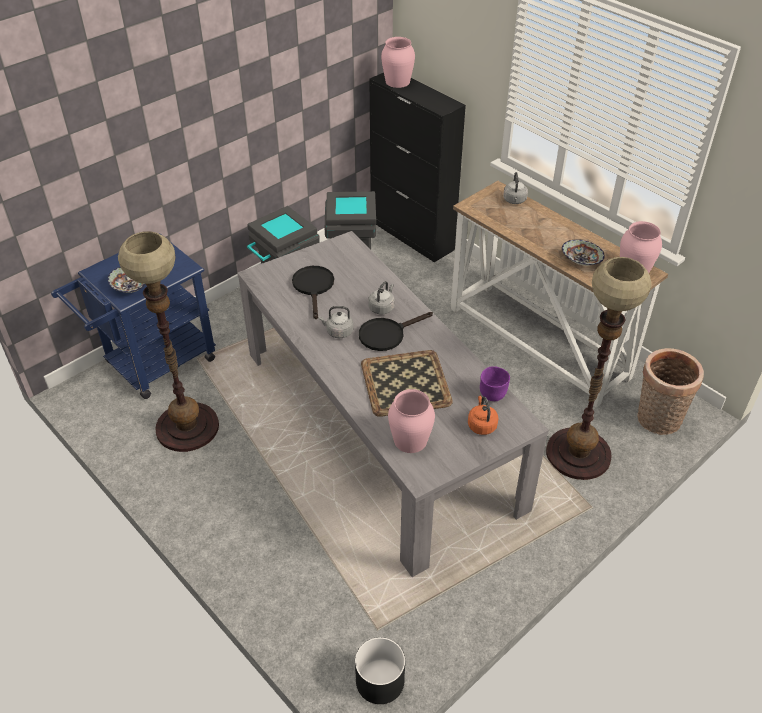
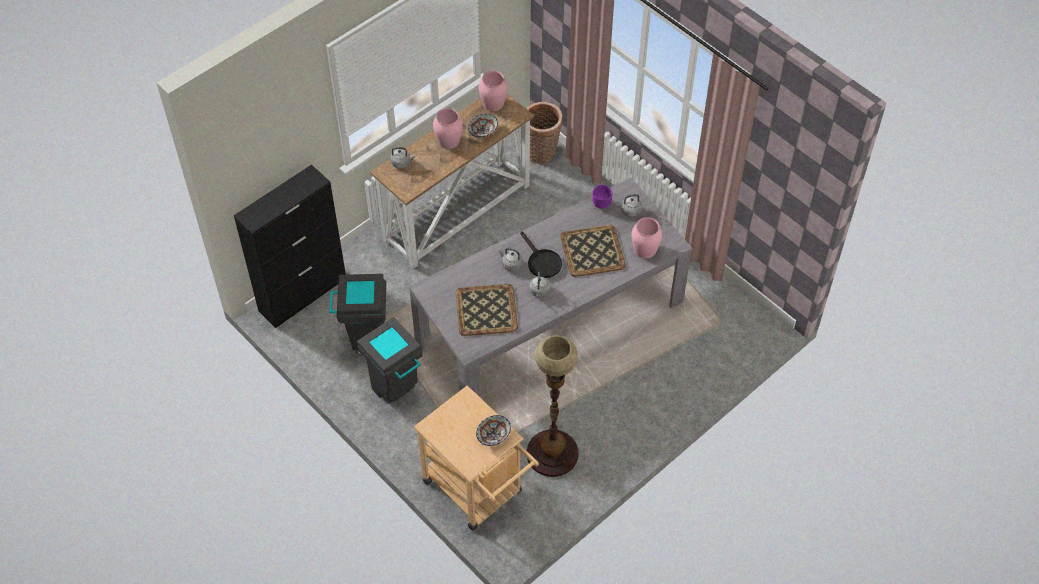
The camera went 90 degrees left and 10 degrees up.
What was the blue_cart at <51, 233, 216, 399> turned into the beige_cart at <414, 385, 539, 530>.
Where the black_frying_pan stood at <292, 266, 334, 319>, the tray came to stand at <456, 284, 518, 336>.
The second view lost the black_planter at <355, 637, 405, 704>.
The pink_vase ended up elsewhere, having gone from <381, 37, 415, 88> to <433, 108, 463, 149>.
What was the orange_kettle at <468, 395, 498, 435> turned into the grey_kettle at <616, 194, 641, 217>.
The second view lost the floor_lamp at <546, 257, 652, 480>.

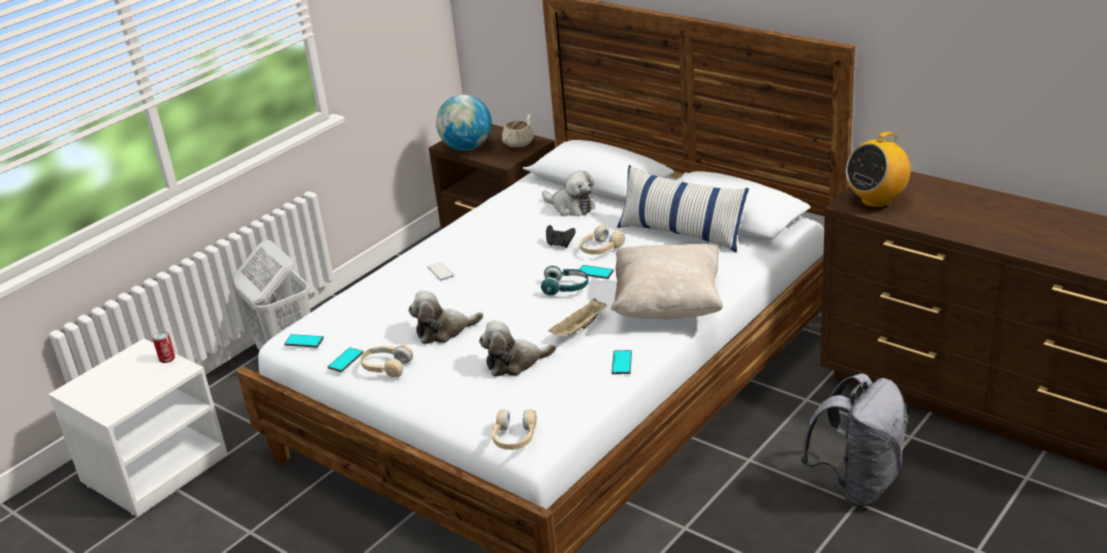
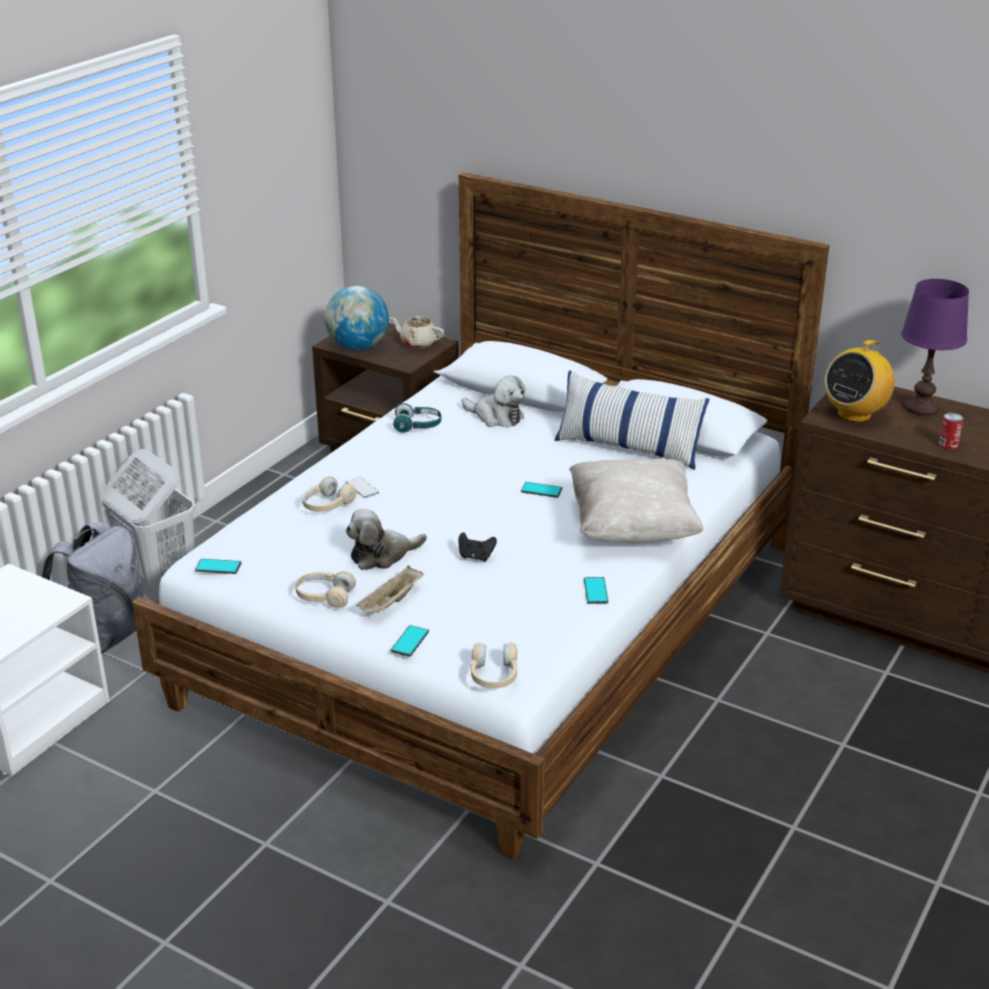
The camera went 10 degrees left and 0 degrees up.
The can ended up elsewhere, having gone from <152, 332, 175, 363> to <939, 413, 963, 450>.
The phone ended up elsewhere, having gone from <328, 347, 364, 372> to <391, 625, 429, 657>.
The second view lost the plush_toy at <479, 320, 557, 376>.
The beige_teapot at <502, 114, 534, 148> ended up facing another way, 90 degrees counterclockwise from before.
The turquoise_headphones ended up elsewhere, having gone from <541, 266, 588, 296> to <393, 403, 441, 433>.
The black_game_controller ended up elsewhere, having gone from <546, 225, 576, 248> to <458, 532, 497, 562>.
The beige_tray ended up elsewhere, having gone from <548, 298, 607, 337> to <356, 566, 424, 613>.
The beige_headphones ended up elsewhere, having gone from <580, 225, 625, 254> to <302, 476, 357, 512>.
The grey_backpack ended up elsewhere, having gone from <800, 373, 908, 507> to <42, 522, 143, 654>.
The second view gained the purple_table_lamp at <901, 279, 969, 416>.

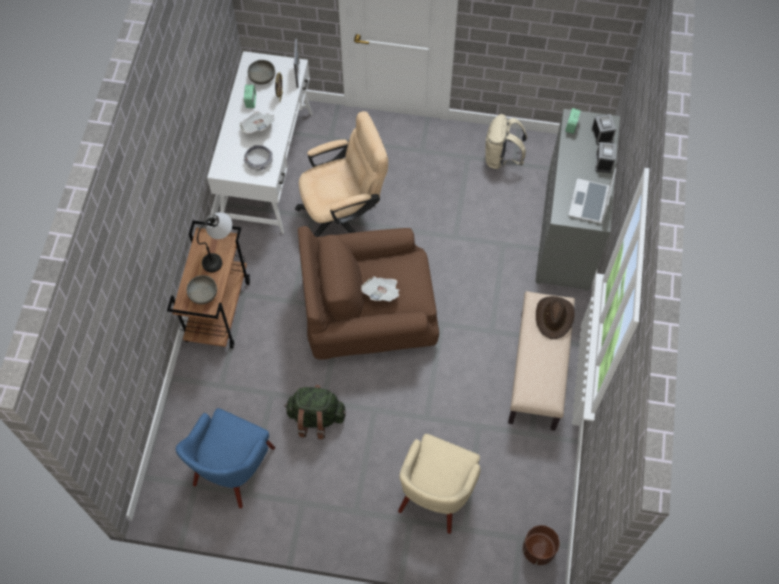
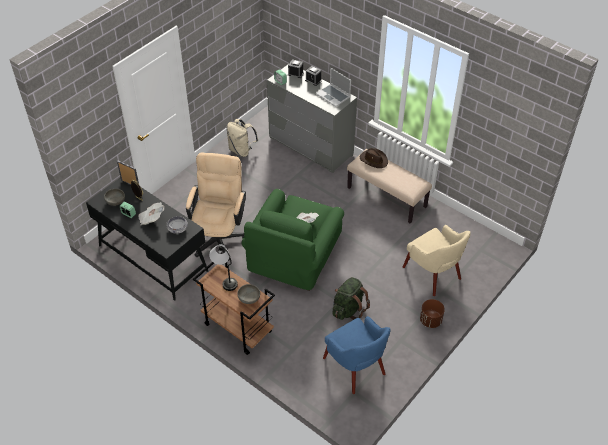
The camera went 60 degrees left and 15 degrees down.
What was the white_desk at <207, 51, 313, 234> turned into the black_desk at <86, 177, 208, 300>.
What was the brown_armchair at <298, 226, 439, 360> turned into the green_armchair at <242, 189, 344, 291>.
The brown_planter ended up elsewhere, having gone from <523, 525, 560, 565> to <420, 299, 445, 328>.

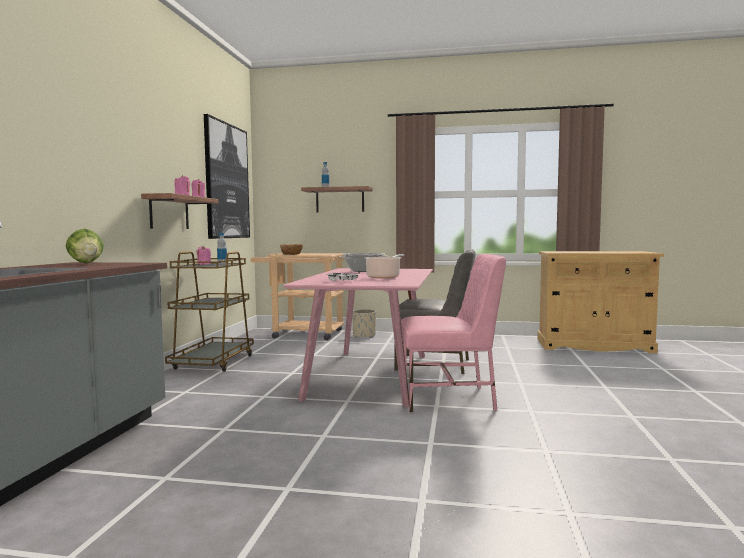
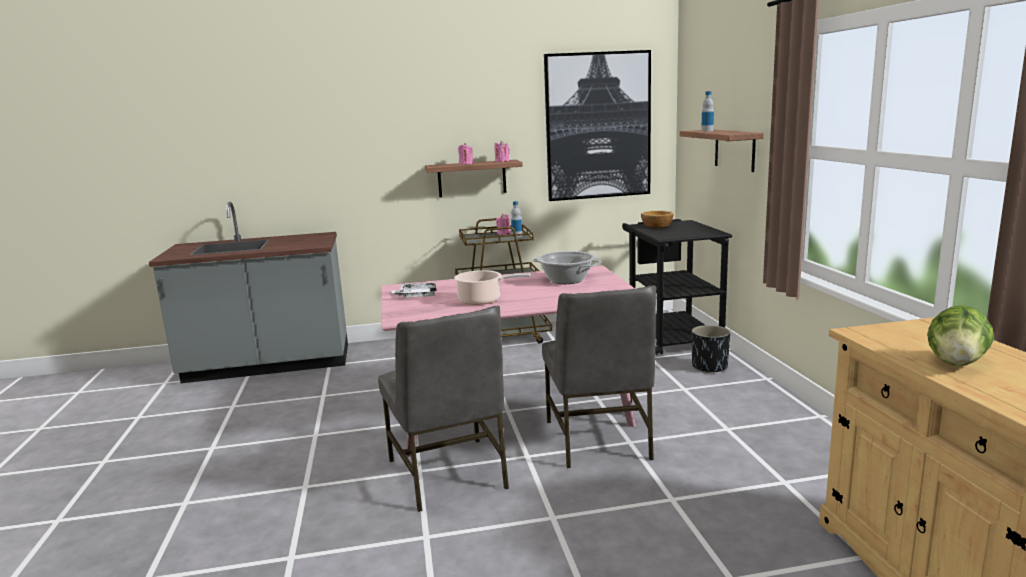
The camera went 70 degrees right and 10 degrees up.
The lettuce ended up elsewhere, having gone from <66, 229, 104, 263> to <927, 305, 994, 366>.
What was the beige_cart at <250, 253, 345, 340> turned into the black_cart at <622, 219, 732, 355>.
What was the beige_planter at <352, 309, 376, 338> turned into the black_planter at <692, 325, 730, 373>.
What was the pink_chair at <401, 253, 506, 413> turned into the grey_chair at <378, 305, 509, 512>.

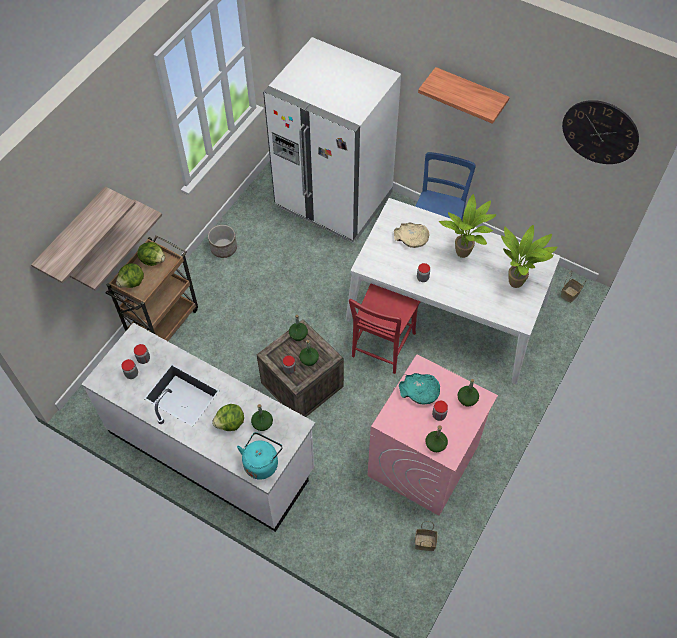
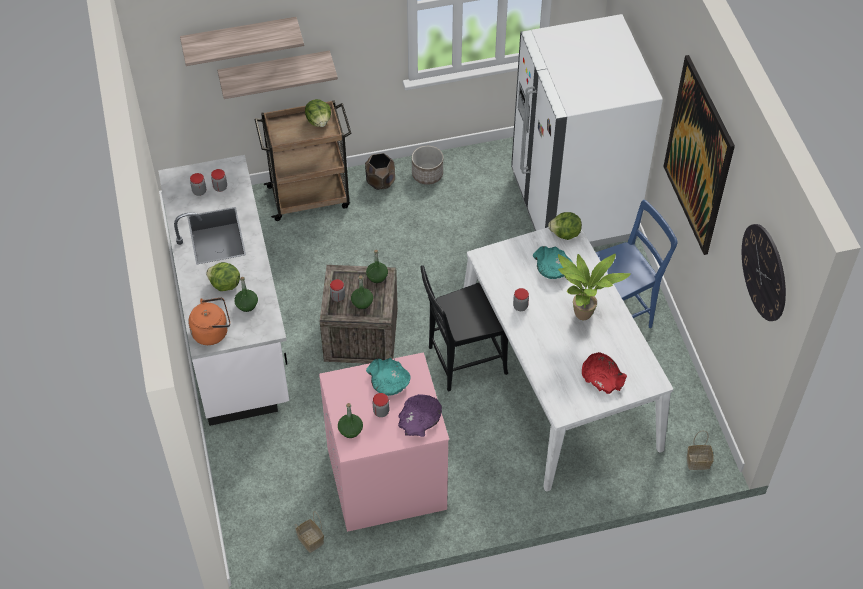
The camera went 45 degrees right and 5 degrees down.
The lettuce ended up elsewhere, having gone from <116, 263, 144, 288> to <548, 212, 582, 240>.
What was the turquoise_kettle at <237, 432, 283, 480> turned into the orange_kettle at <188, 298, 230, 345>.
What was the red_chair at <349, 283, 421, 374> turned into the black_chair at <420, 265, 508, 391>.
What was the beige_bowl at <394, 223, 430, 248> turned into the turquoise_bowl at <533, 246, 573, 279>.
Where the shelf hung at <418, 67, 510, 124>, the picture came to hang at <663, 55, 735, 255>.
Where the green_bottle stood at <457, 379, 479, 407>, the purple_bowl came to stand at <398, 394, 442, 437>.
Where the potted_plant stood at <501, 225, 557, 288>, the red_bowl came to stand at <582, 352, 627, 394>.
The second view gained the brown_planter at <365, 153, 395, 190>.

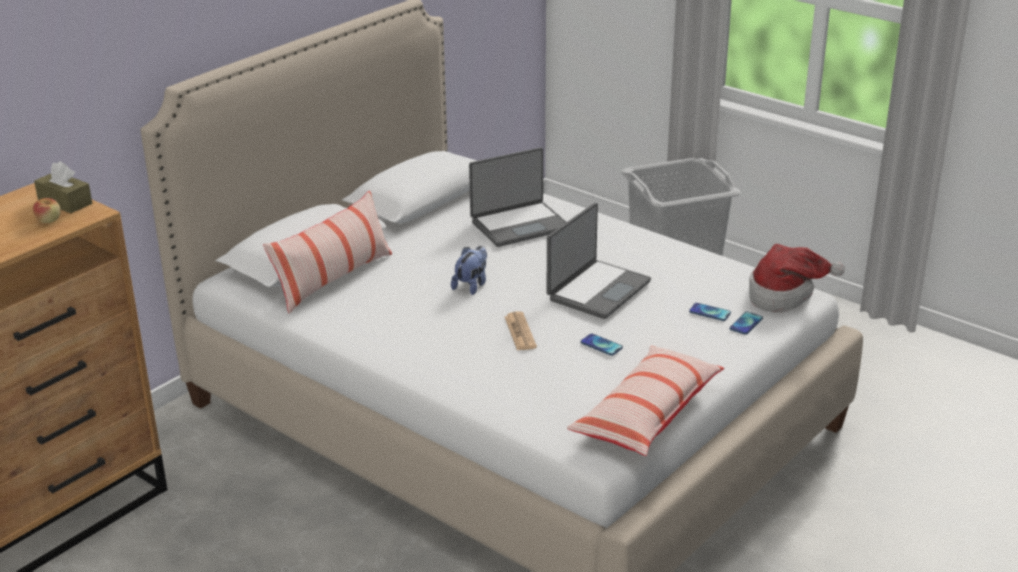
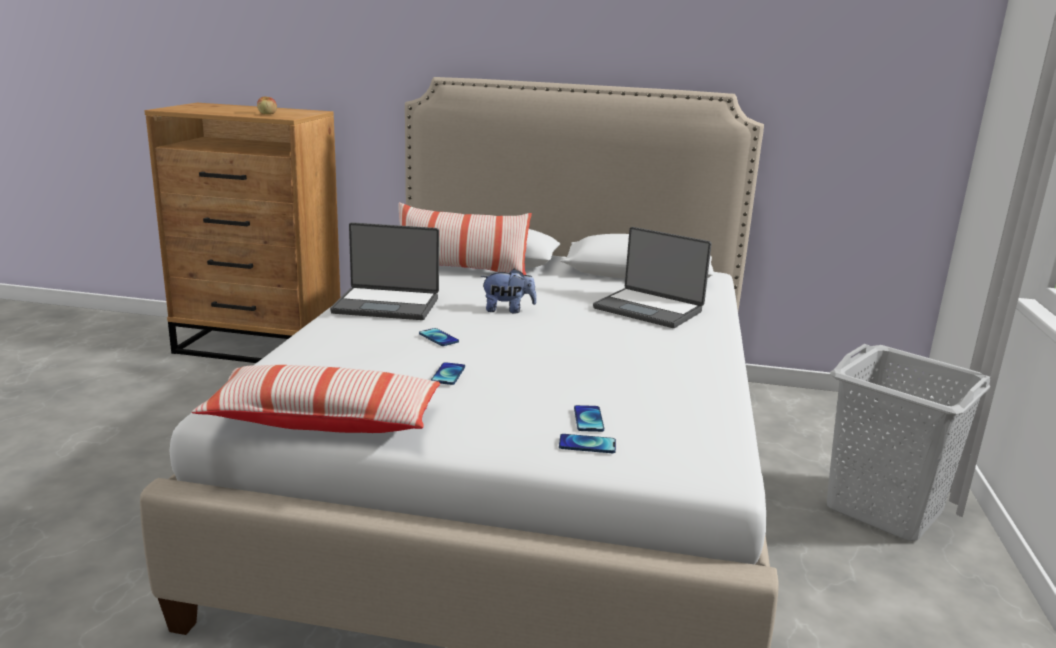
The camera went 60 degrees right and 10 degrees down.
The second view lost the brown_tissue_box at <34, 161, 92, 213>.
Where the newspaper stood at <505, 312, 537, 351>, the phone came to stand at <419, 328, 459, 346>.
The laptop ended up elsewhere, having gone from <547, 203, 651, 319> to <330, 222, 439, 320>.
The second view lost the hat at <749, 244, 845, 312>.

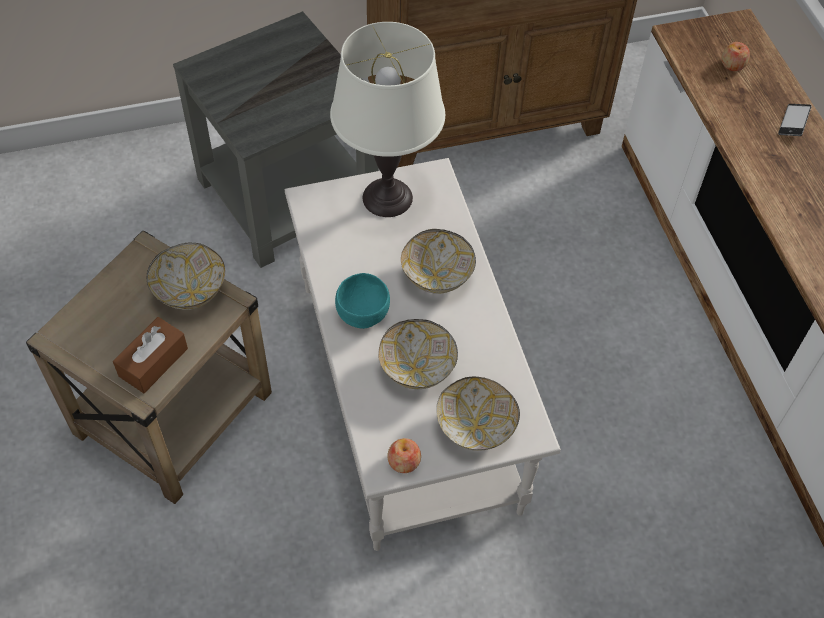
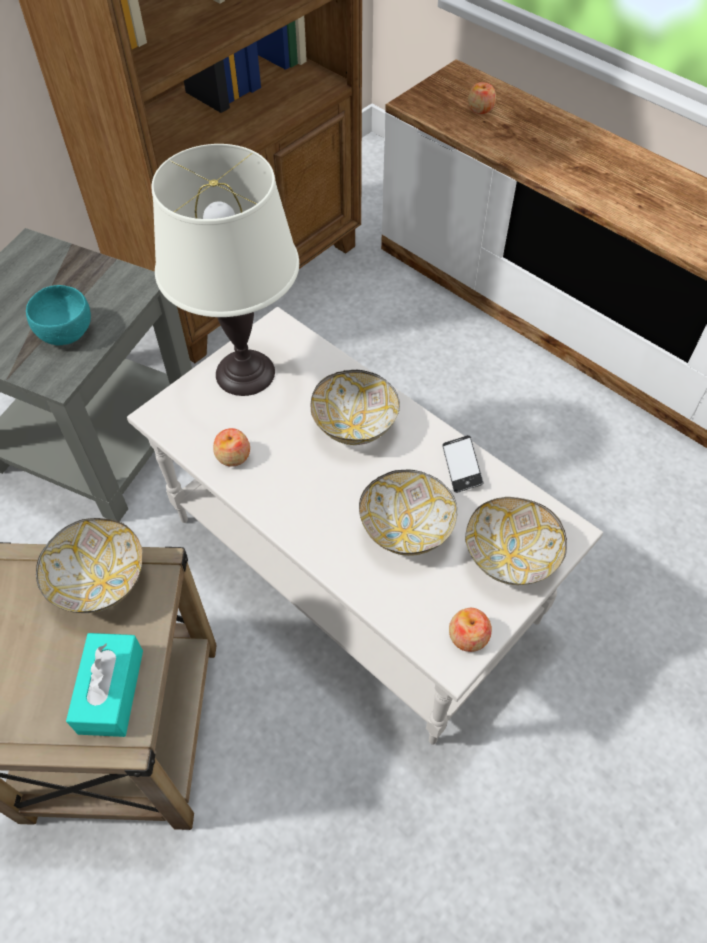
The camera went 30 degrees left and 0 degrees up.
What was the brown_tissue_box at <113, 317, 188, 393> turned into the turquoise_tissue_box at <66, 633, 143, 737>.
The turquoise_bowl ended up elsewhere, having gone from <335, 273, 390, 329> to <26, 285, 91, 345>.
The phone ended up elsewhere, having gone from <778, 104, 811, 136> to <442, 435, 484, 493>.
The second view gained the apple at <213, 428, 250, 467>.

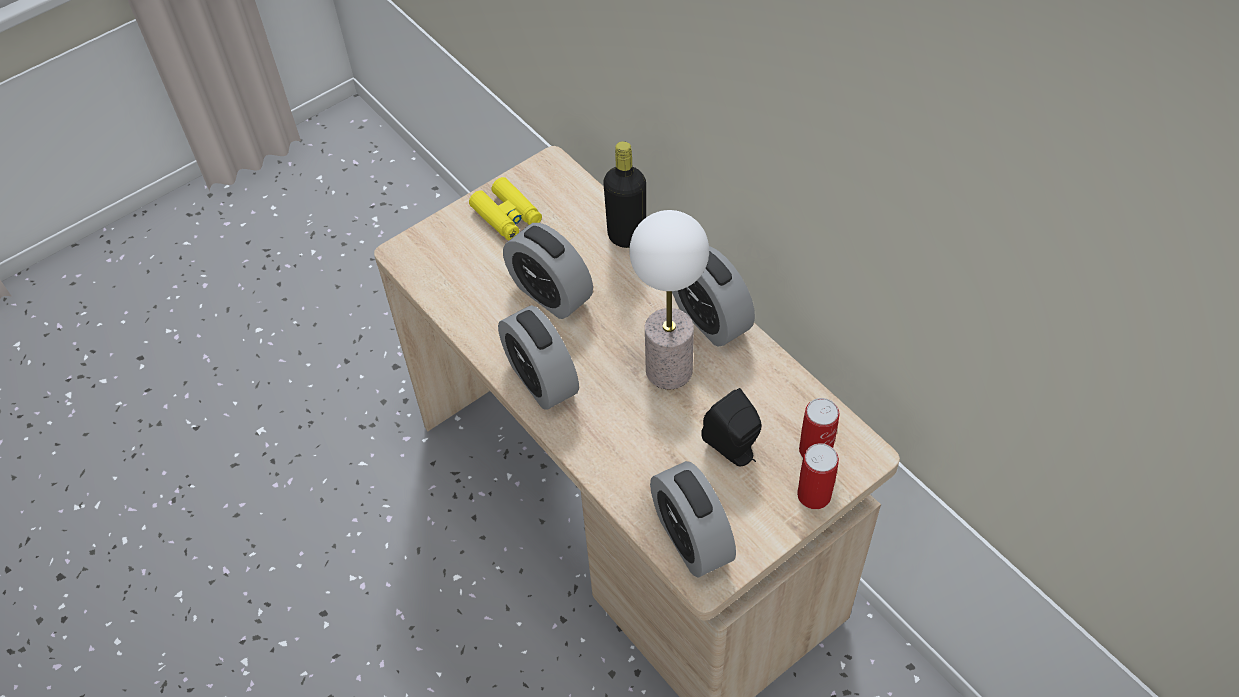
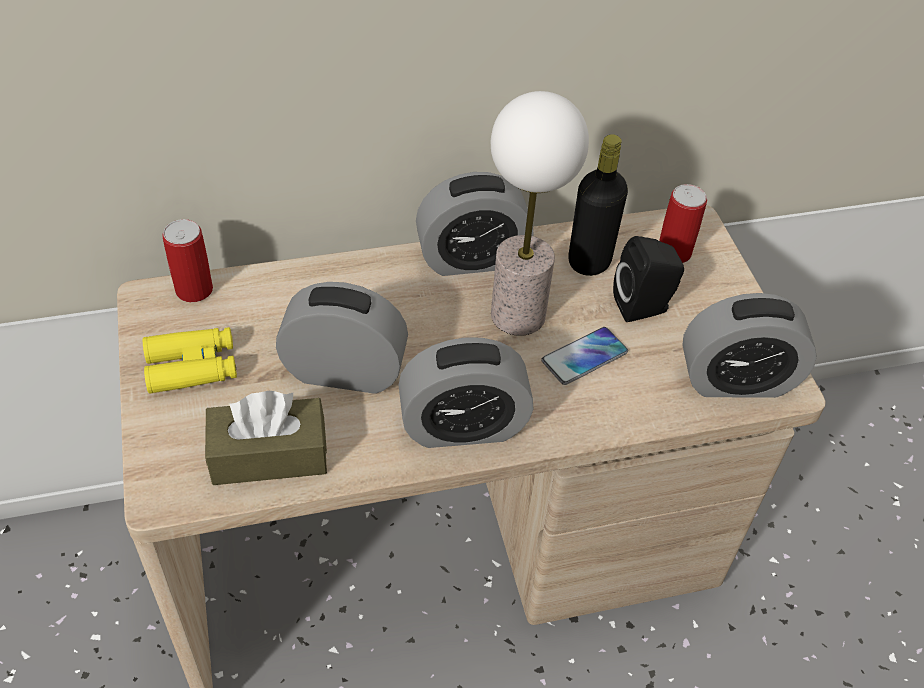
The camera went 70 degrees left and 5 degrees down.
The alarm_clock at <503, 223, 593, 319> ended up facing another way, 150 degrees counterclockwise from before.
The black_bottle ended up elsewhere, having gone from <603, 141, 646, 248> to <569, 134, 628, 276>.
The can ended up elsewhere, having gone from <797, 443, 839, 509> to <162, 219, 213, 302>.
The second view gained the brown_tissue_box at <205, 391, 327, 485>.
The second view gained the phone at <541, 327, 628, 385>.

